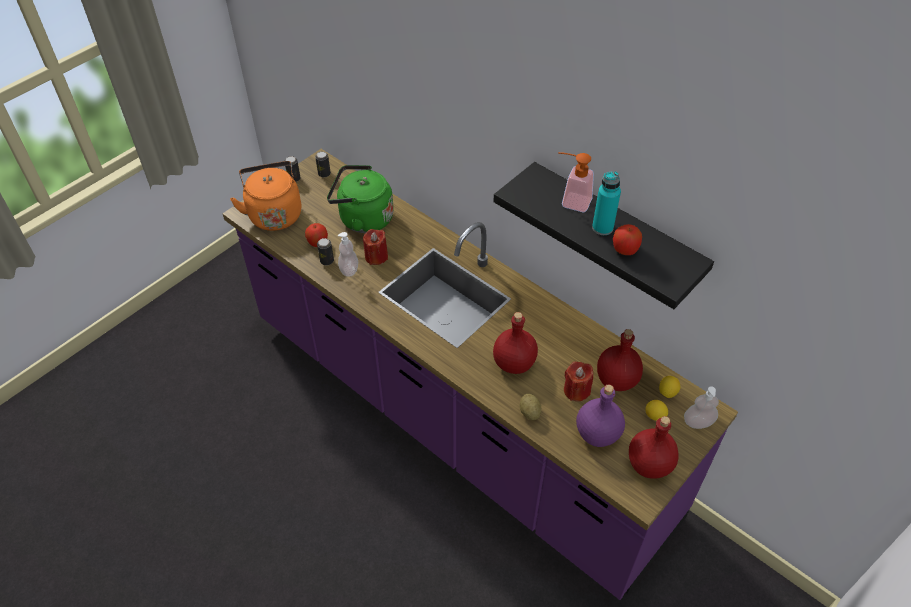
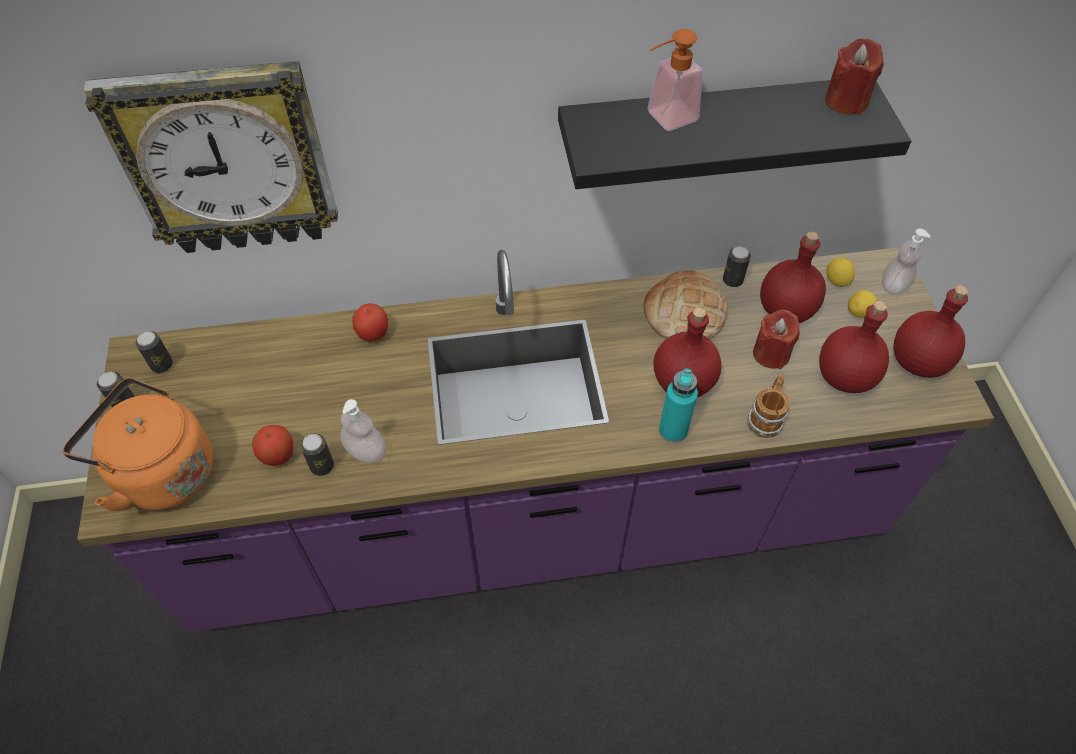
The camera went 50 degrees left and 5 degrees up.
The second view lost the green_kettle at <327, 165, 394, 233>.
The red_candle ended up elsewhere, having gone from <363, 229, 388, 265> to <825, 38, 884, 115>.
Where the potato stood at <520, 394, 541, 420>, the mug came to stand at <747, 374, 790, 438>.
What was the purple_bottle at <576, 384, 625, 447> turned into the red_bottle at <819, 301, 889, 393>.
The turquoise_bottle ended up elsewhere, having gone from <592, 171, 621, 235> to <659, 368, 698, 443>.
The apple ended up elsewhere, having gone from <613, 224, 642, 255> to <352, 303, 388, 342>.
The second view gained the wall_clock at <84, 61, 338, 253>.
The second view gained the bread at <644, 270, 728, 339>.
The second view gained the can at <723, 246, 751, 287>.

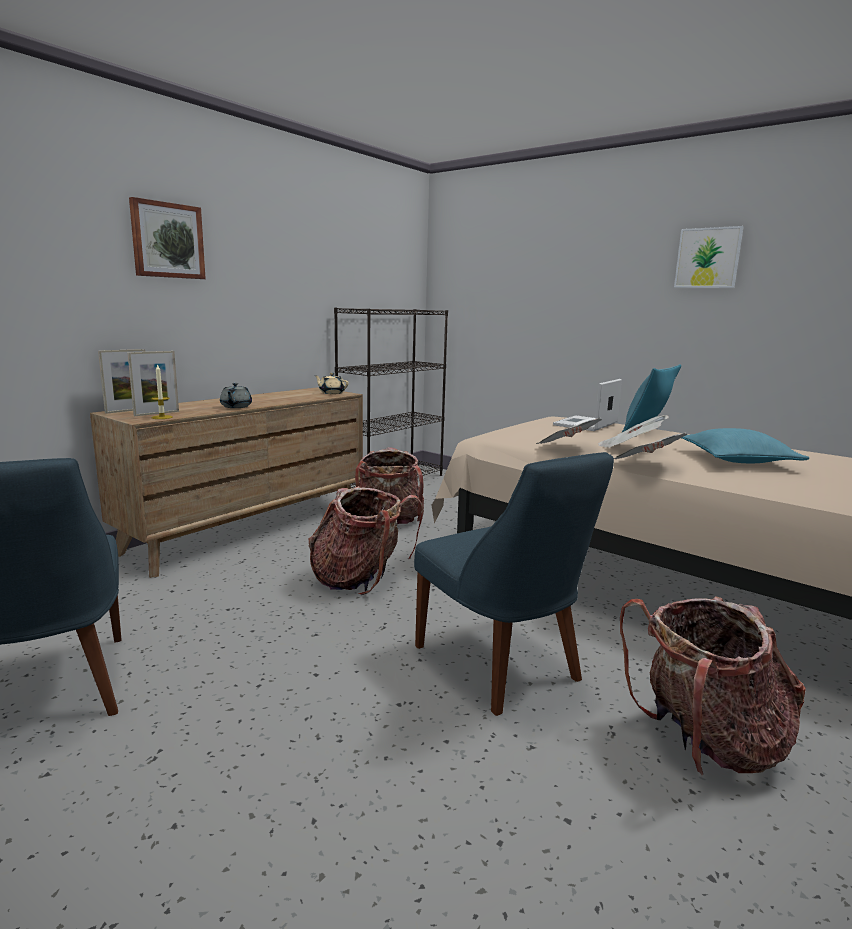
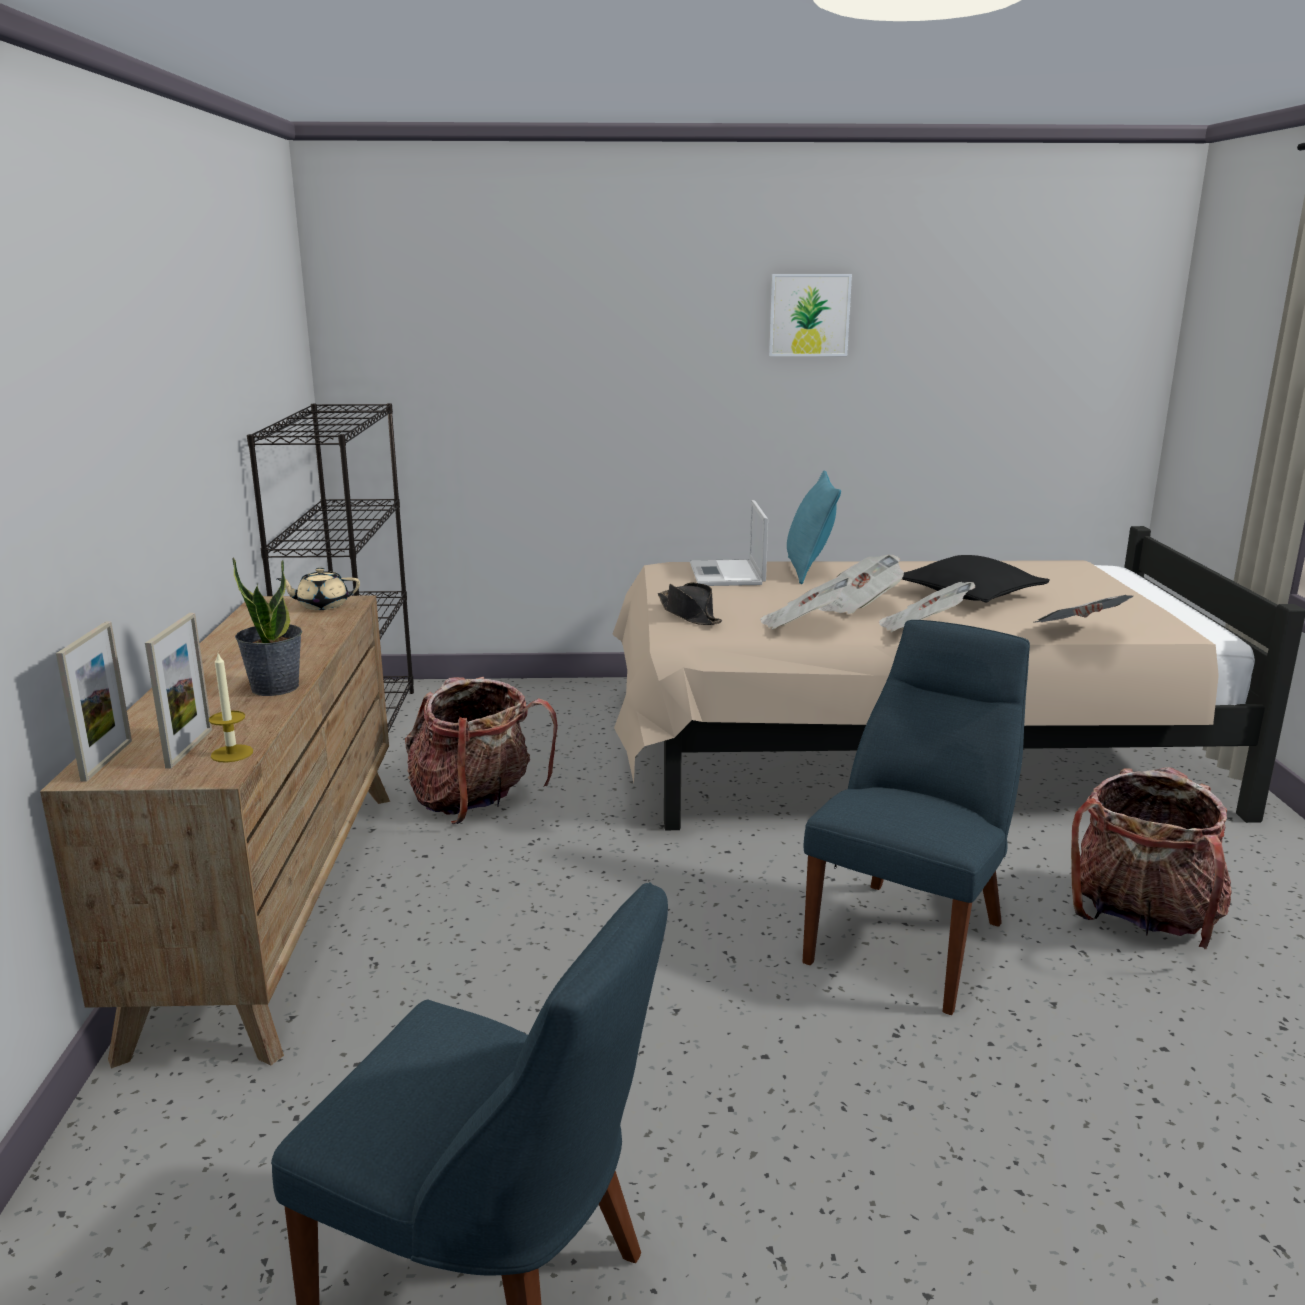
The camera went 40 degrees left and 5 degrees up.
The second view lost the picture at <129, 197, 206, 279>.
Where the grey_teapot stood at <220, 383, 252, 408>, the potted_plant came to stand at <232, 558, 302, 696>.
The second view lost the backpack at <308, 486, 424, 595>.
The blue_chair at <414, 452, 614, 716> ended up facing another way, 75 degrees counterclockwise from before.
What was the turquoise_pillow at <682, 428, 809, 463> turned into the black_pillow at <902, 555, 1050, 603>.
The second view gained the black_hat at <658, 583, 722, 625>.
The second view gained the newspaper at <1034, 595, 1133, 623>.

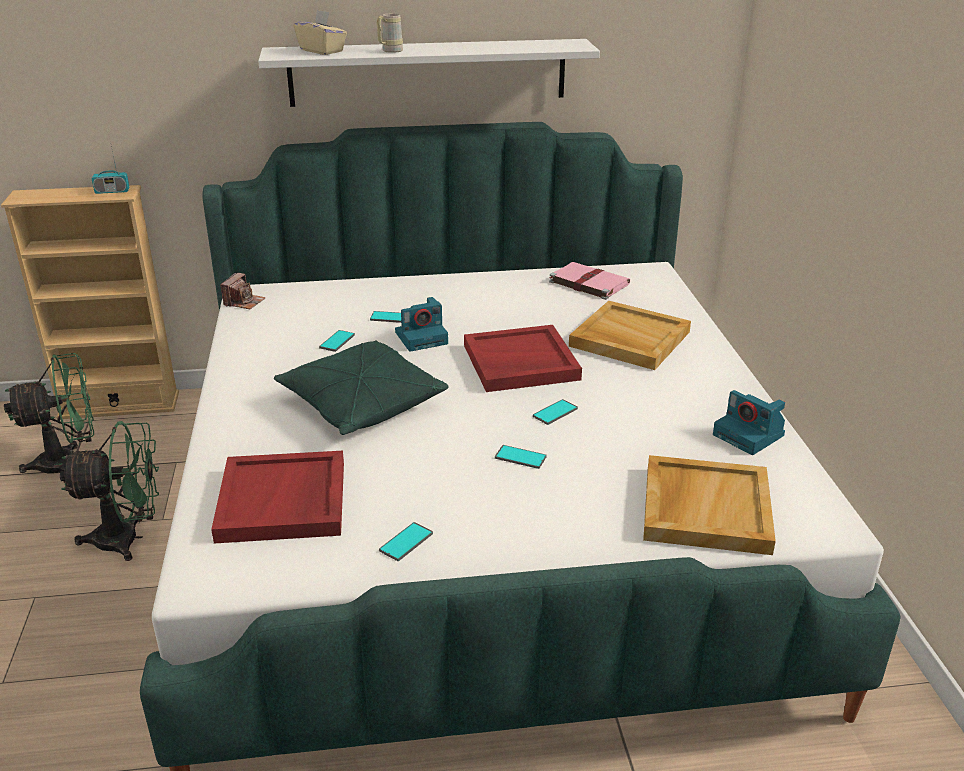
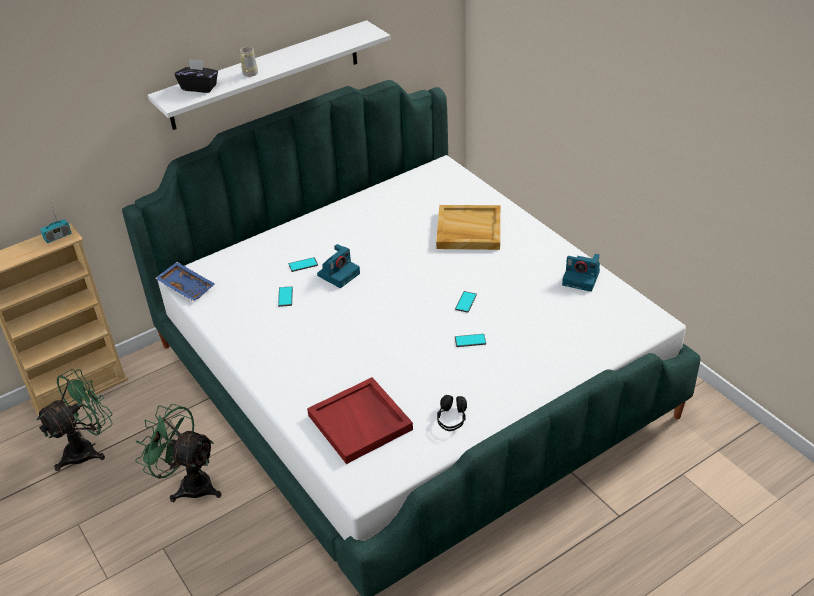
The camera went 25 degrees left and 10 degrees up.
The green_fan at <60, 421, 159, 561> ended up facing another way, 120 degrees counterclockwise from before.
Where the photo_camera stood at <220, 273, 266, 309>, the blue_tray came to stand at <155, 262, 215, 302>.
The second view lost the green_pillow at <274, 340, 449, 435>.
What was the beige_tissue_box at <294, 10, 347, 55> turned into the black_tissue_box at <175, 59, 218, 93>.
Where the phone stood at <379, 522, 433, 561>, the black_headphones came to stand at <437, 395, 467, 431>.
The second view lost the red_tray at <464, 325, 582, 392>.
The second view lost the pink_book at <549, 262, 630, 300>.
The second view lost the beige_tray at <643, 455, 776, 555>.

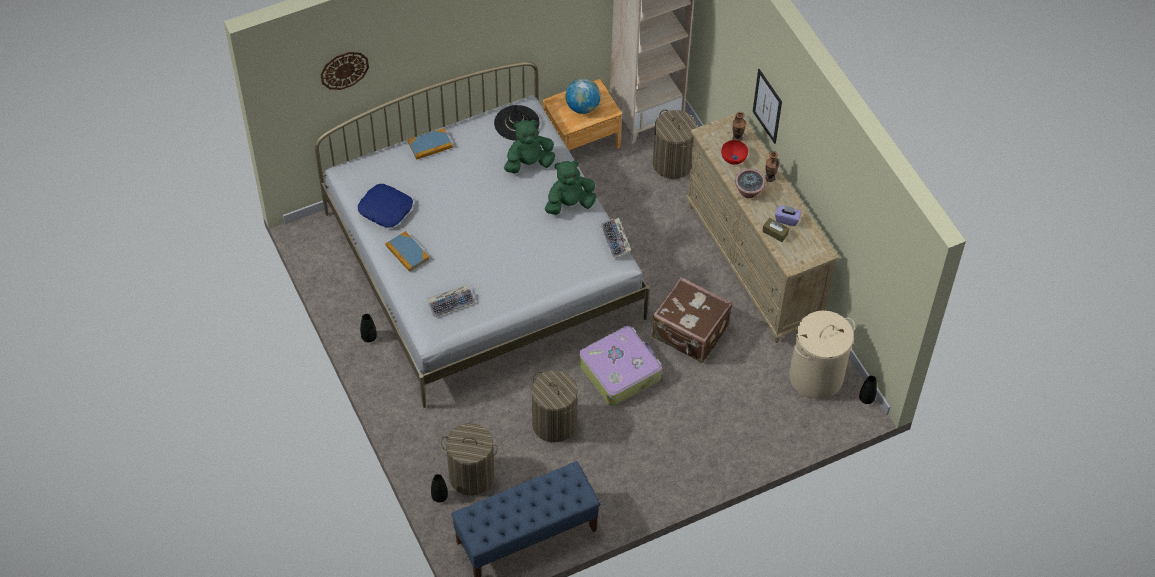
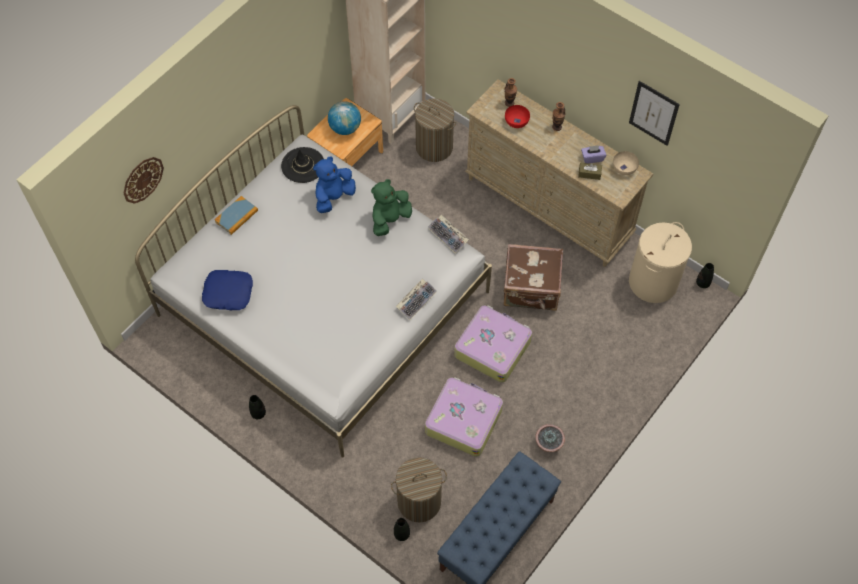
The camera went 25 degrees left and 5 degrees up.
The second view lost the book at <386, 231, 429, 272>.
The keyboard ended up elsewhere, having gone from <427, 285, 475, 318> to <396, 279, 437, 320>.
What was the green_plush_toy at <504, 119, 555, 173> turned into the blue_plush_toy at <313, 156, 356, 213>.
Where the laundry_basket stood at <531, 371, 577, 442>, the suitcase came to stand at <425, 377, 503, 457>.
The potted_plant ended up elsewhere, having gone from <735, 169, 765, 198> to <535, 424, 565, 452>.
The picture ended up elsewhere, having gone from <753, 69, 782, 144> to <629, 81, 680, 146>.
The second view gained the beige_bowl at <613, 151, 639, 175>.

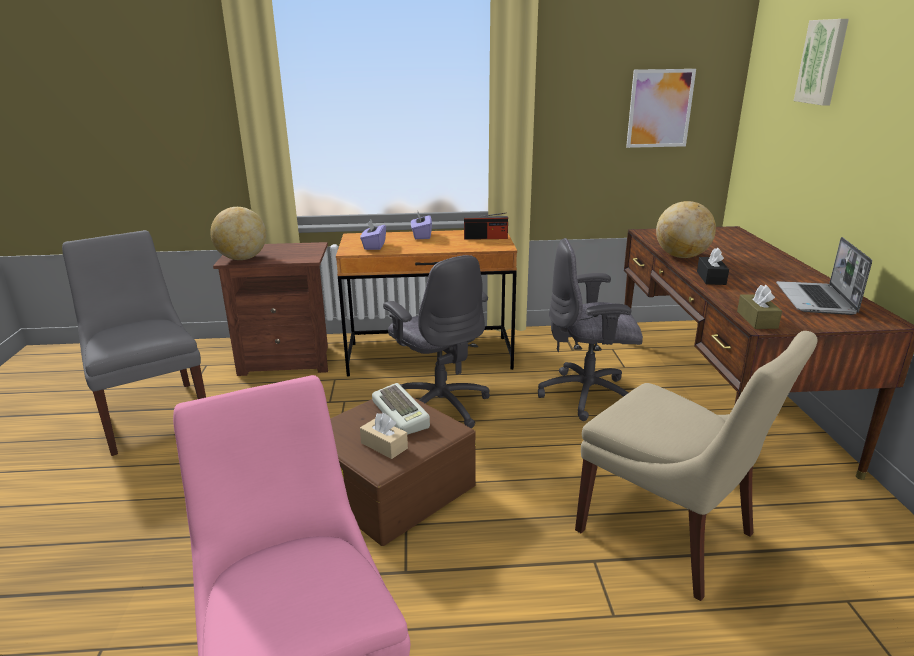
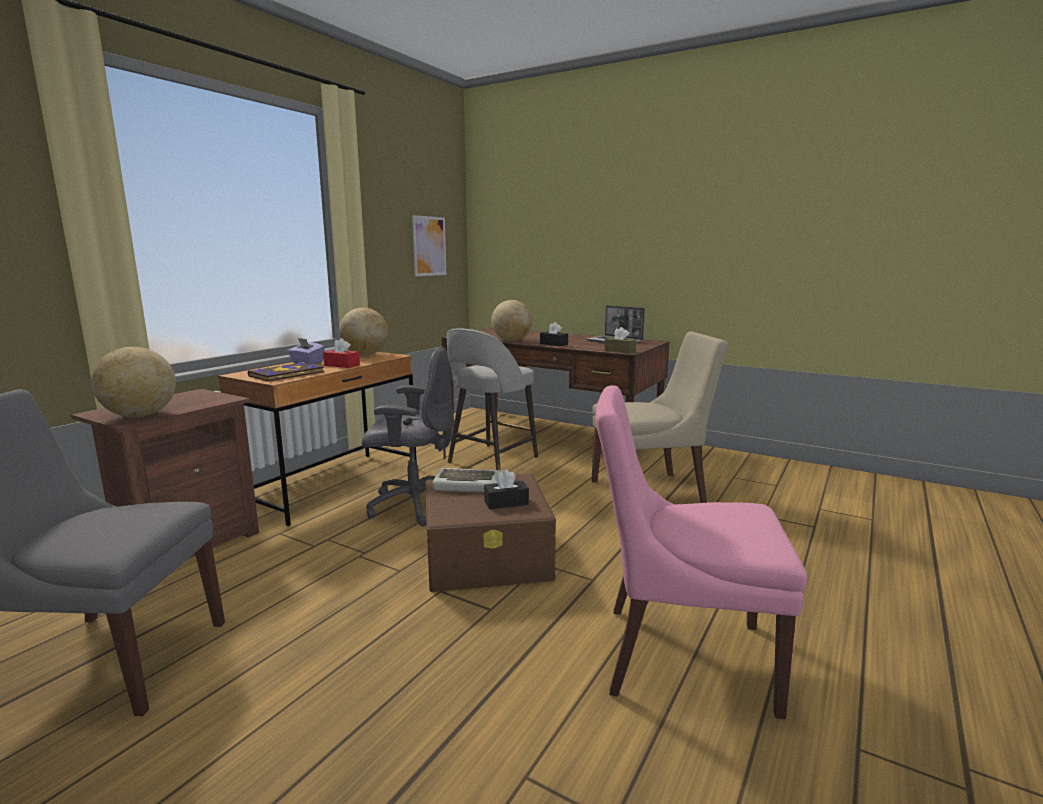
The camera went 55 degrees left and 10 degrees down.
Where the purple_tissue_box stood at <360, 220, 386, 250>, the book came to stand at <248, 362, 324, 381>.
What was the beige_tissue_box at <360, 413, 408, 459> turned into the black_tissue_box at <484, 469, 529, 509>.
Where the radio stood at <464, 212, 508, 240>, the globe came to stand at <339, 308, 388, 356>.
Where the grey_office_chair stood at <538, 238, 643, 421>, the grey_stool came to stand at <447, 328, 538, 470>.
The second view lost the picture at <794, 19, 849, 106>.
The second view gained the red_tissue_box at <323, 338, 360, 368>.

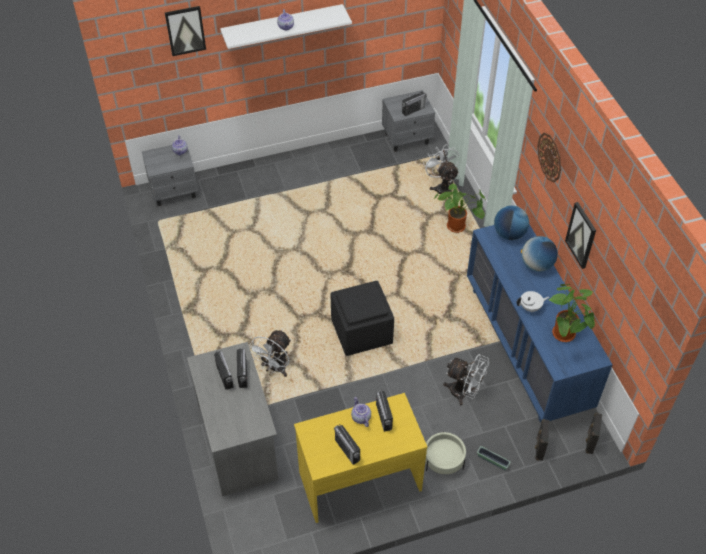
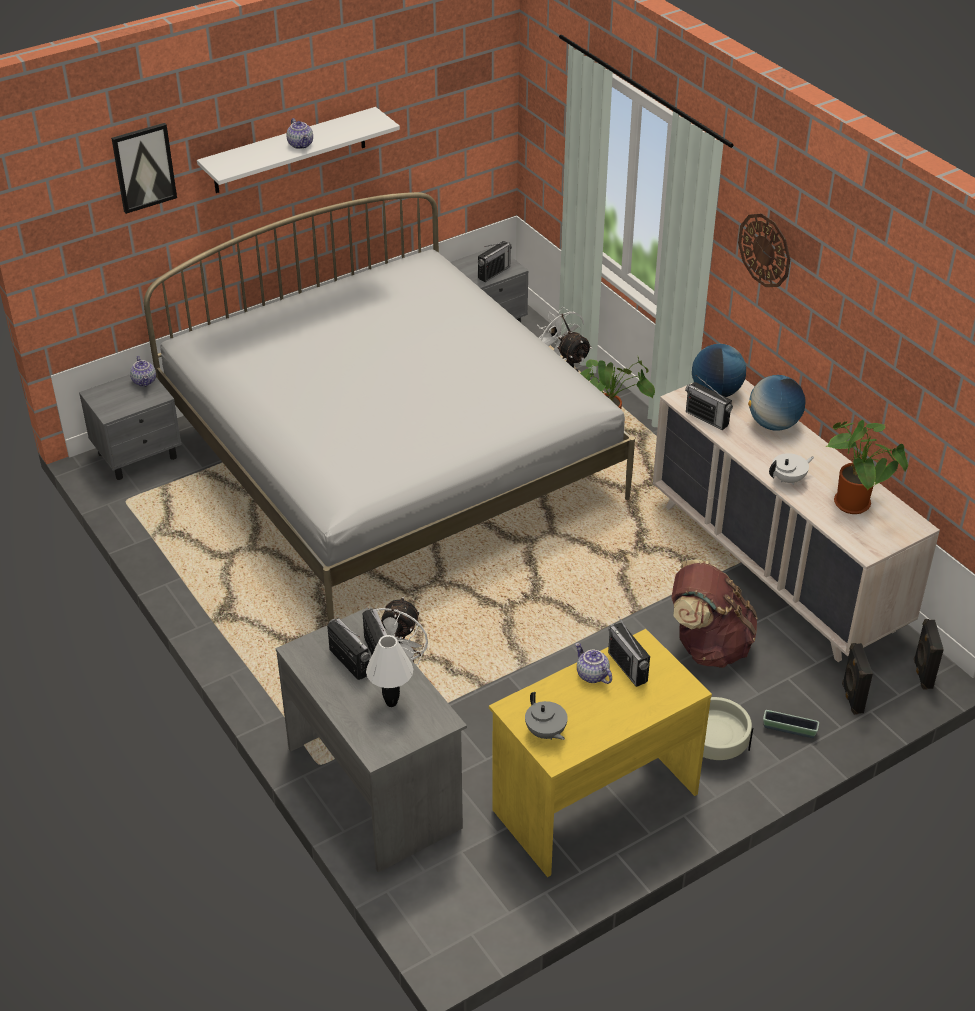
The camera went 15 degrees left and 10 degrees down.
The second view lost the black_ottoman at <330, 281, 394, 356>.
The radio ended up elsewhere, having gone from <334, 424, 360, 465> to <685, 375, 733, 430>.
Where the white_fan stood at <443, 354, 489, 406>, the brown_backpack came to stand at <672, 559, 758, 668>.
What was the blue_dresser at <467, 224, 613, 422> turned into the beige_dresser at <653, 379, 940, 662>.
The second view lost the picture at <565, 202, 596, 269>.
The second view gained the white_bed at <144, 192, 635, 622>.
The second view gained the white_table_lamp at <366, 635, 413, 707>.
The second view gained the grey_teapot at <525, 692, 568, 740>.

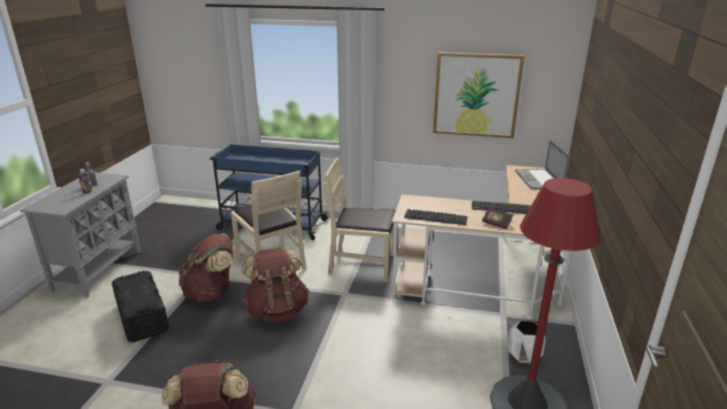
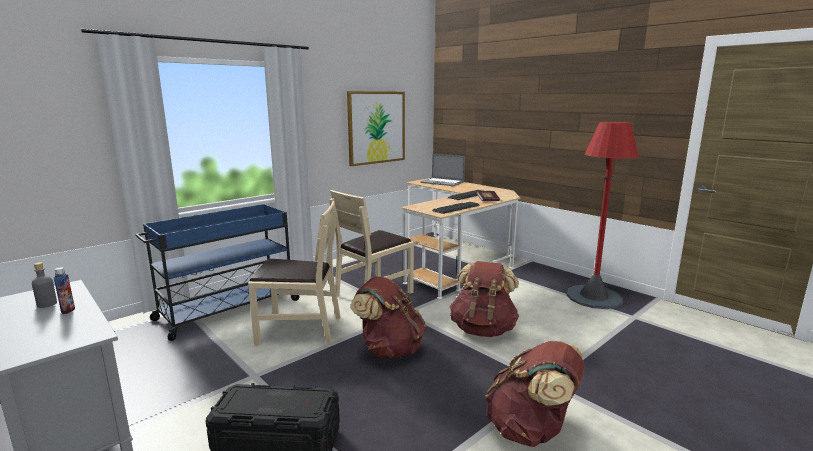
The camera went 55 degrees left and 10 degrees down.
The brown_backpack ended up elsewhere, having gone from <179, 234, 234, 302> to <450, 261, 519, 337>.
The second view lost the white_planter at <508, 320, 545, 364>.

